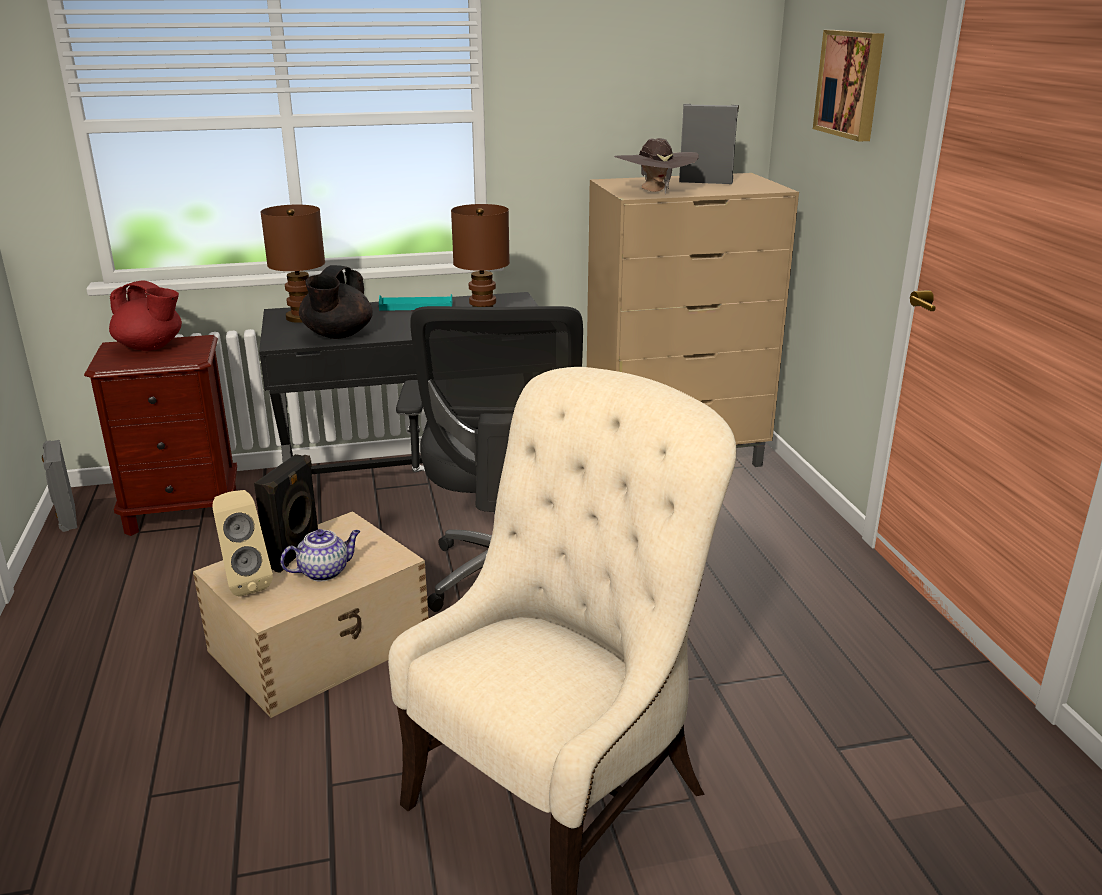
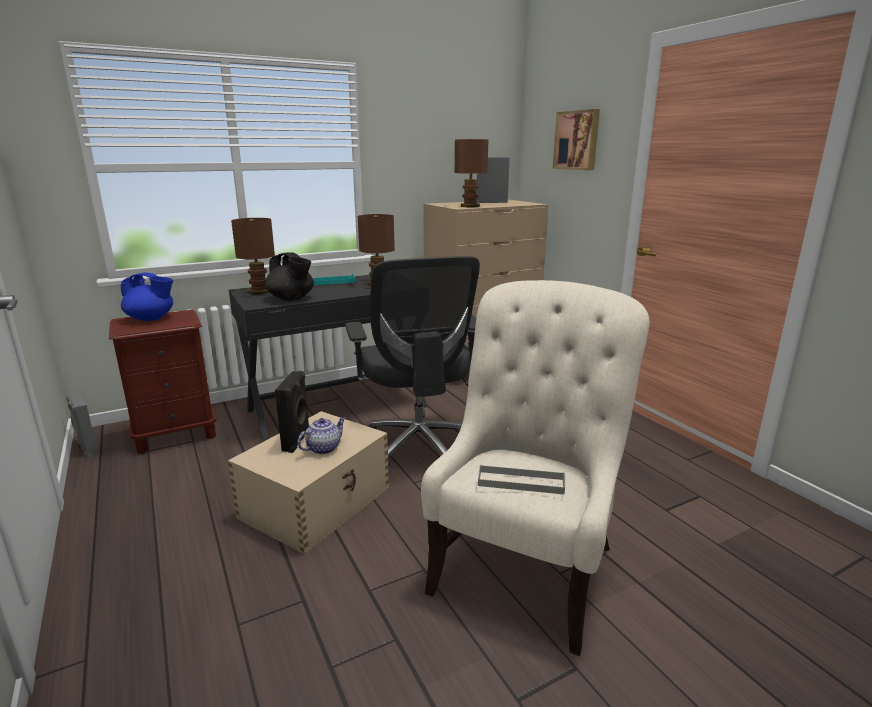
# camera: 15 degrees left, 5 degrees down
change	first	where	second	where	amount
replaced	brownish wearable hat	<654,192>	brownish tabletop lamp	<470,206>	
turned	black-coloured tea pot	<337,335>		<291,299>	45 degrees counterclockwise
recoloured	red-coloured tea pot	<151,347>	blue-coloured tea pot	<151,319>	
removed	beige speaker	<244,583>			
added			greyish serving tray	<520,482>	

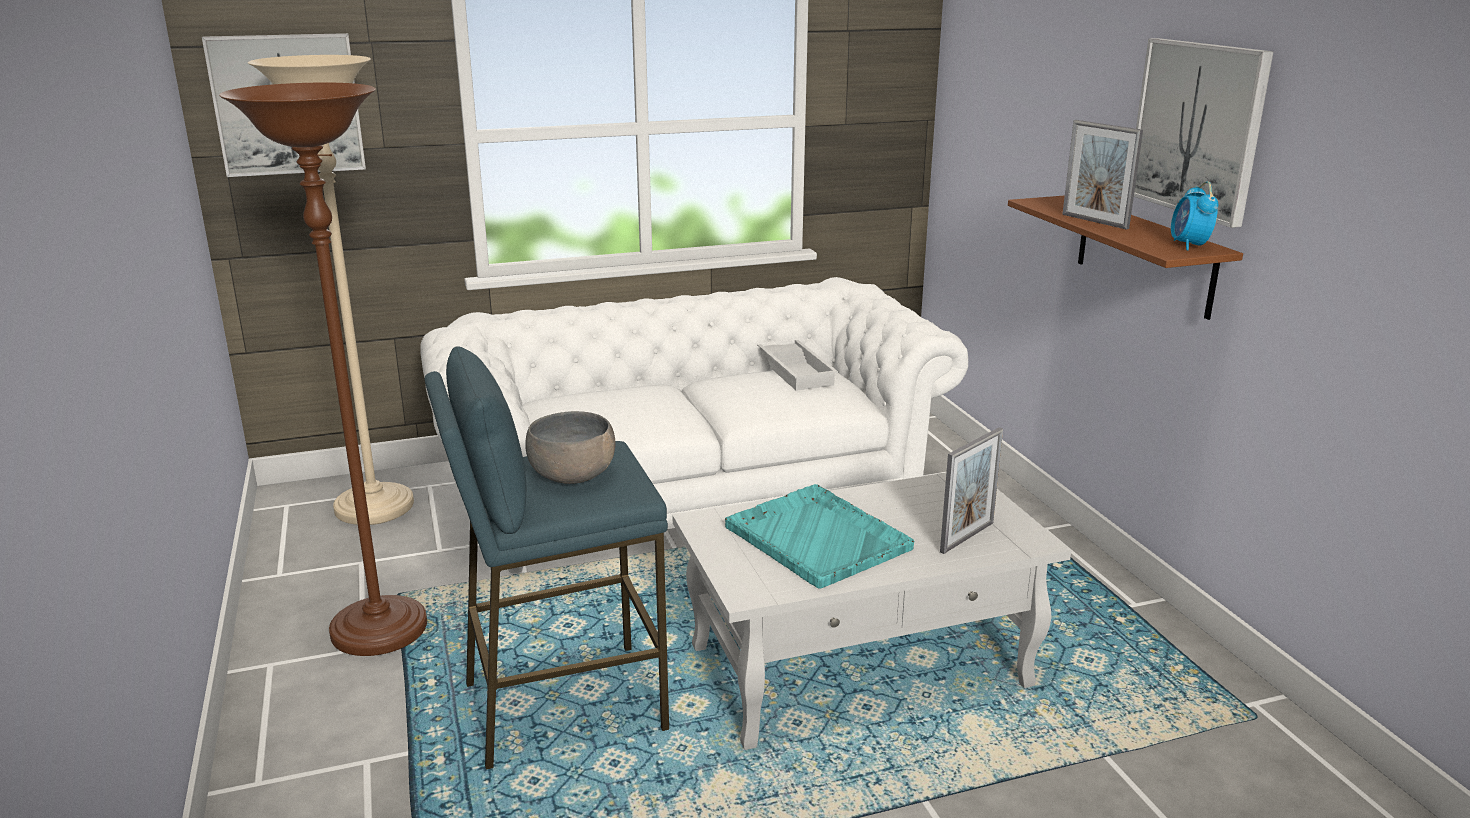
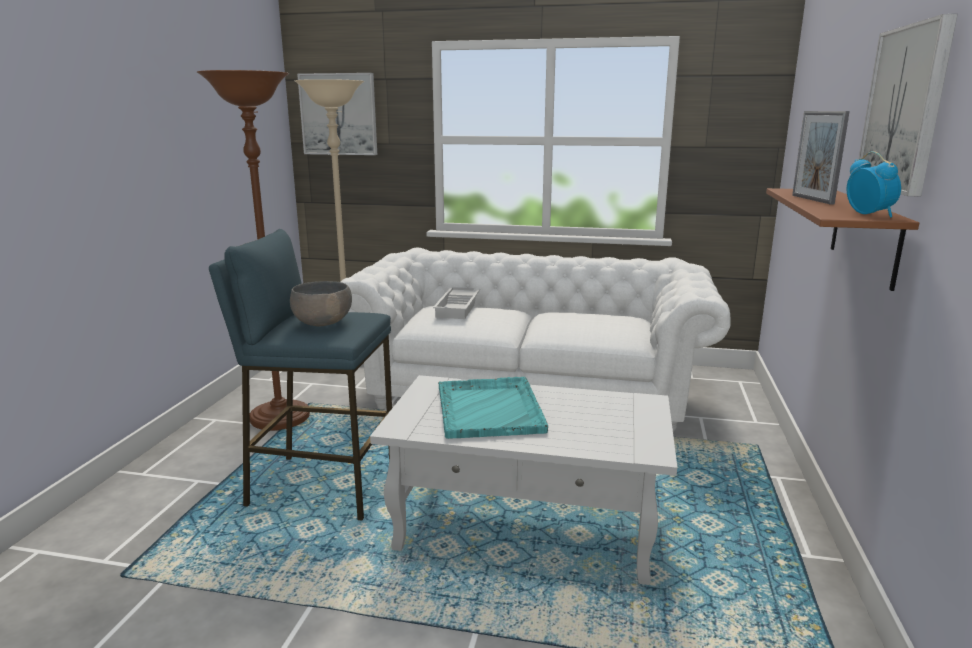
# camera: 30 degrees right, 5 degrees down
change	first	where	second	where	amount
turned	table clock	<1189,246>		<868,214>	135 degrees clockwise
moved	white-coloured serving tray	<796,370>		<459,307>	
removed	photo frame	<967,537>			

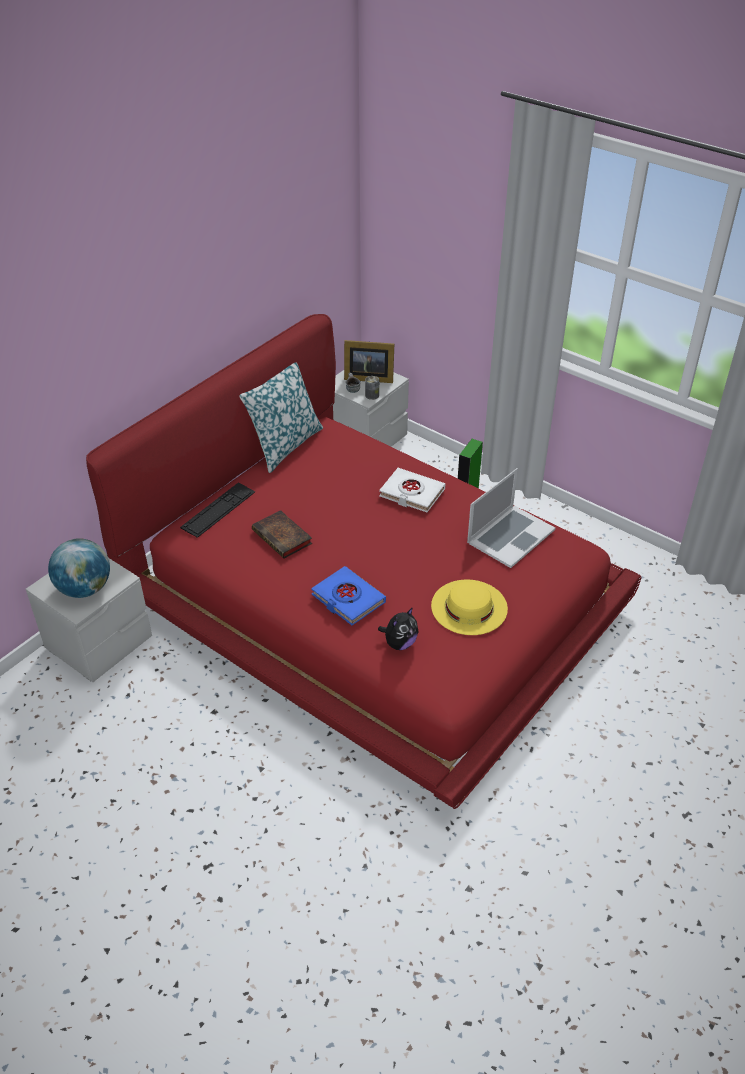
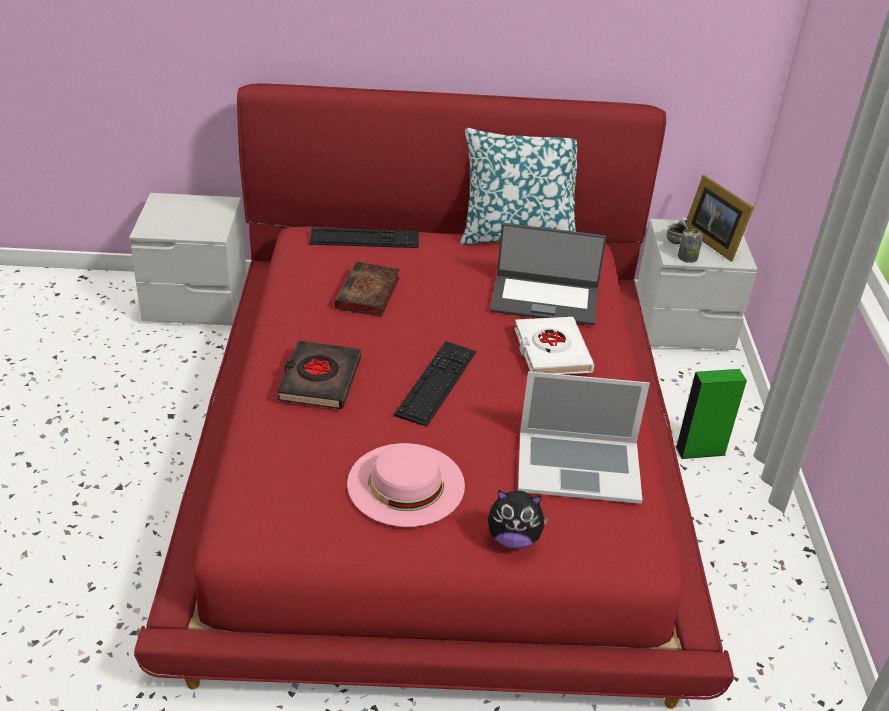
# camera: 50 degrees right, 5 degrees down
change	first	where	second	where	amount
removed	desk globe	<85,589>			
recoloured	blue-coloured book	<348,599>	black-coloured book	<319,380>	
recoloured	yellow-coloured wearable hat	<469,607>	pink-coloured wearable hat	<406,484>	
moved	cuddly toy	<399,643>		<513,539>	
added			laptop	<544,299>	
added			computer keyboard	<436,382>	

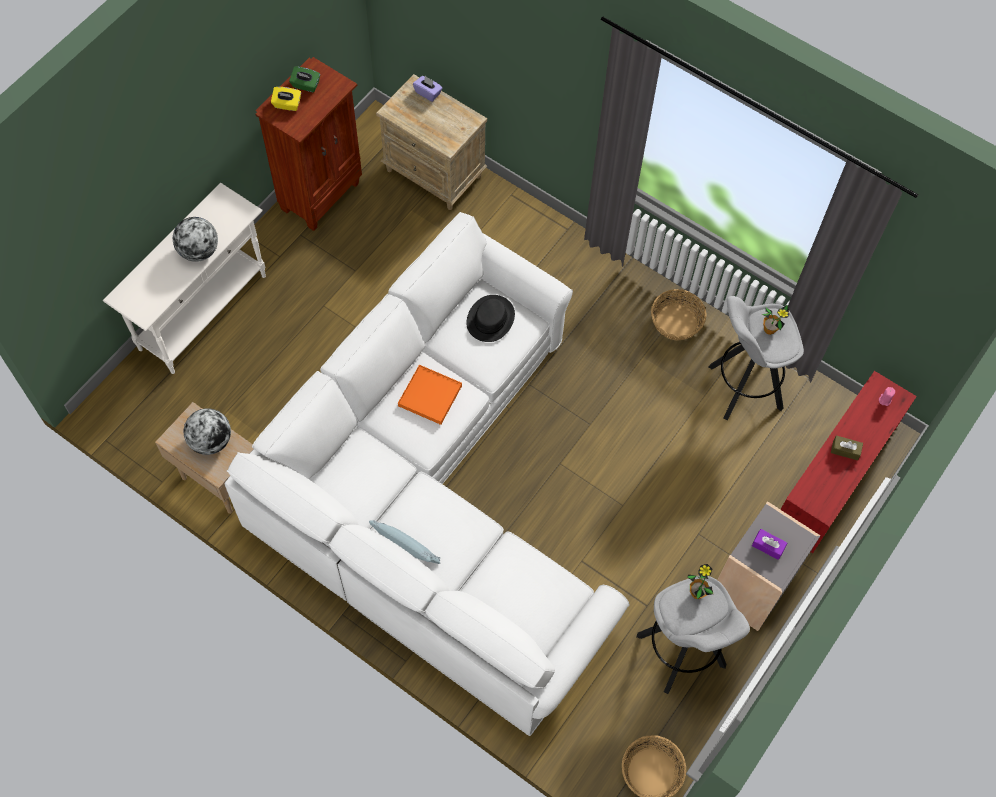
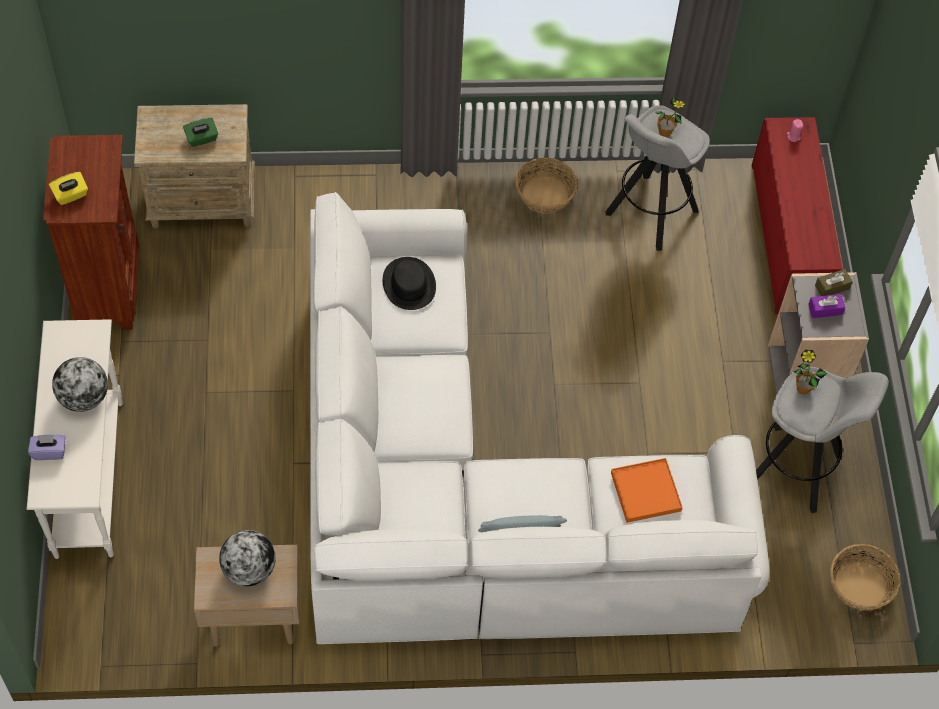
# camera: 40 degrees left, 5 degrees down
change	first	where	second	where	amount
moved	green-coloured box of tissues	<305,85>		<202,139>	
moved	purplish box of tissues	<428,93>		<49,452>	
moved	orangey serving tray	<430,396>		<645,492>	
moved	brownish box of tissues	<845,450>		<832,287>	

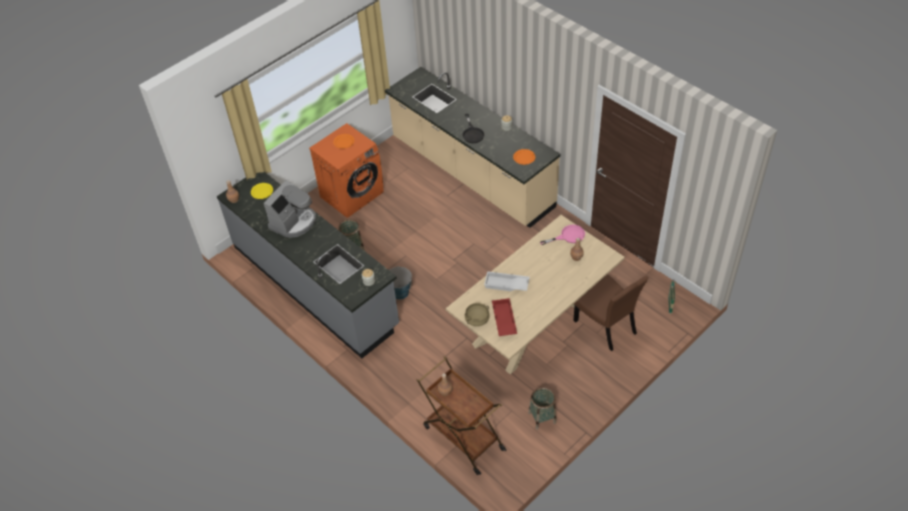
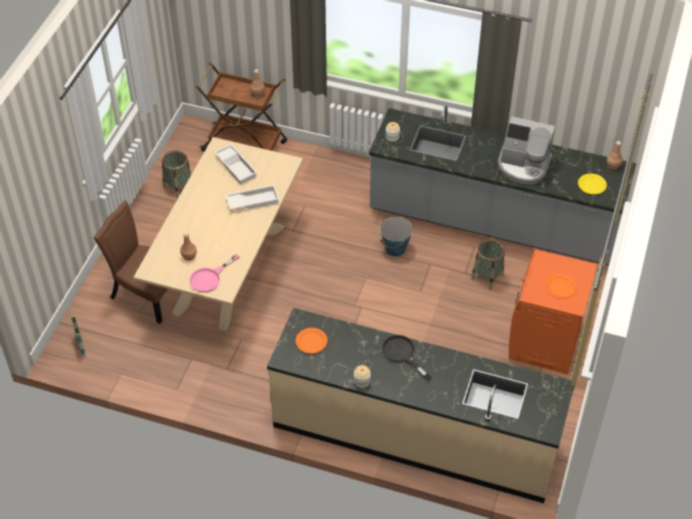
# camera: 150 degrees right, 0 degrees up
change	first	where	second	where	amount
turned	coffee brewer	<294,222>		<523,166>	75 degrees counterclockwise
recoloured	red-coloured serving tray	<503,320>	white-coloured serving tray	<237,166>	
removed	beige saucepot	<477,319>			

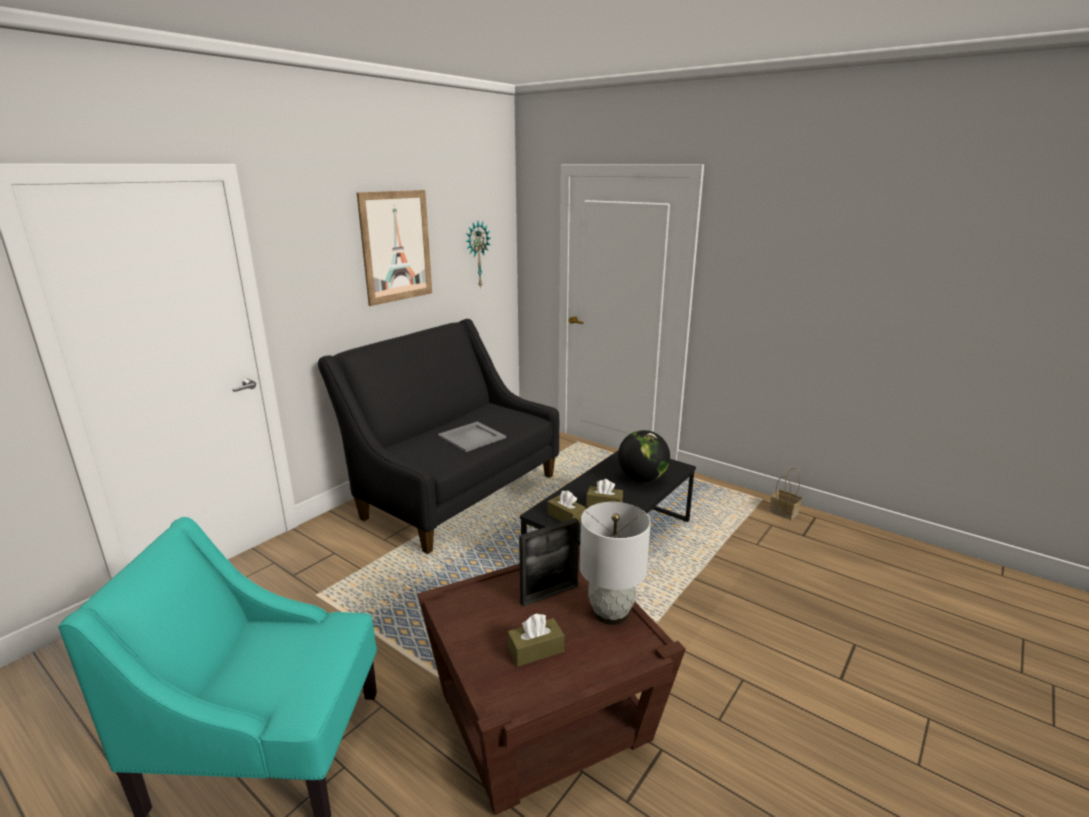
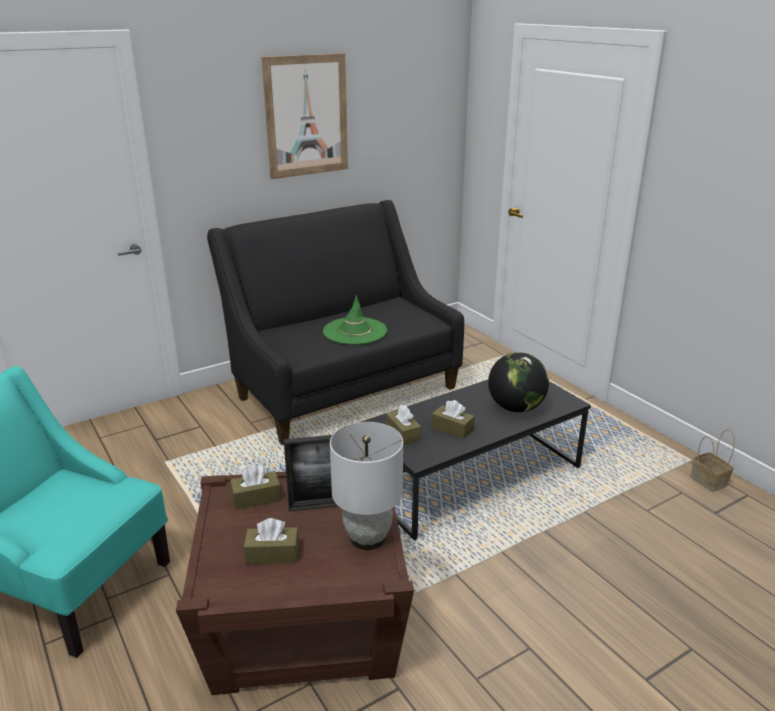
# camera: 20 degrees right, 5 degrees up
change	first	where	second	where	amount
removed	wall clock	<477,254>			
replaced	greyish serving tray	<472,436>	green-coloured wearable hat	<354,331>	
added			brownish box of tissues	<256,498>	

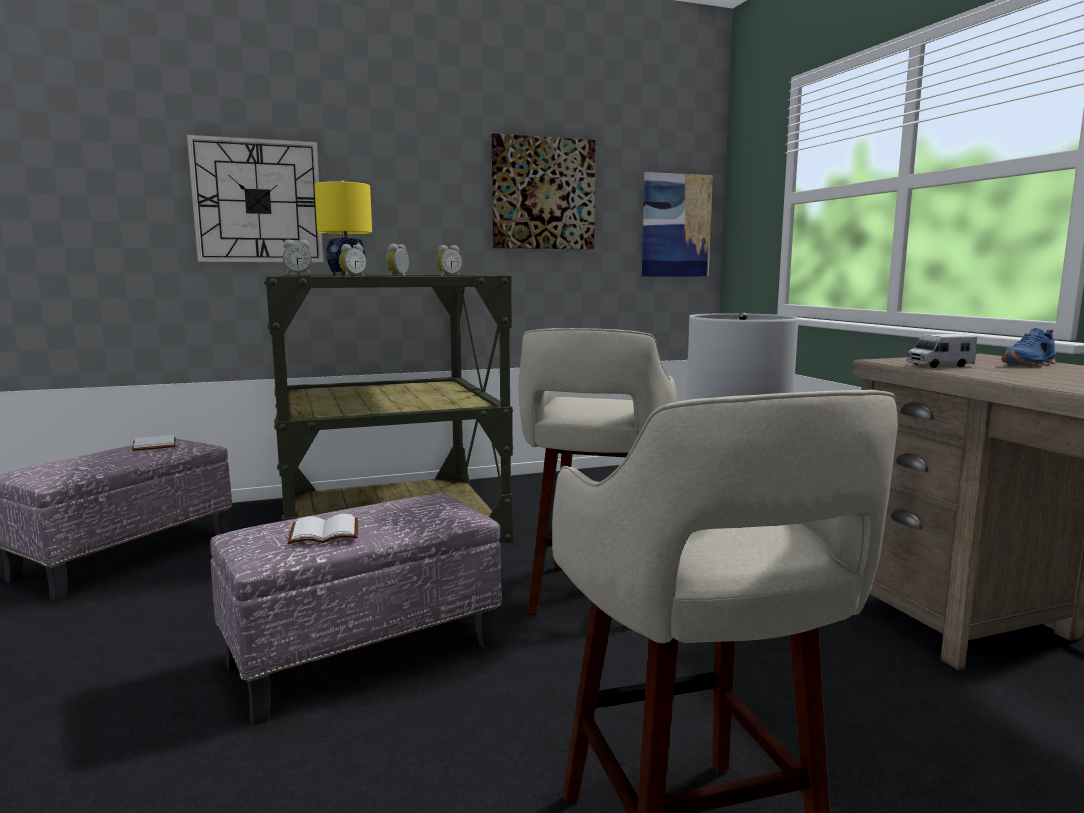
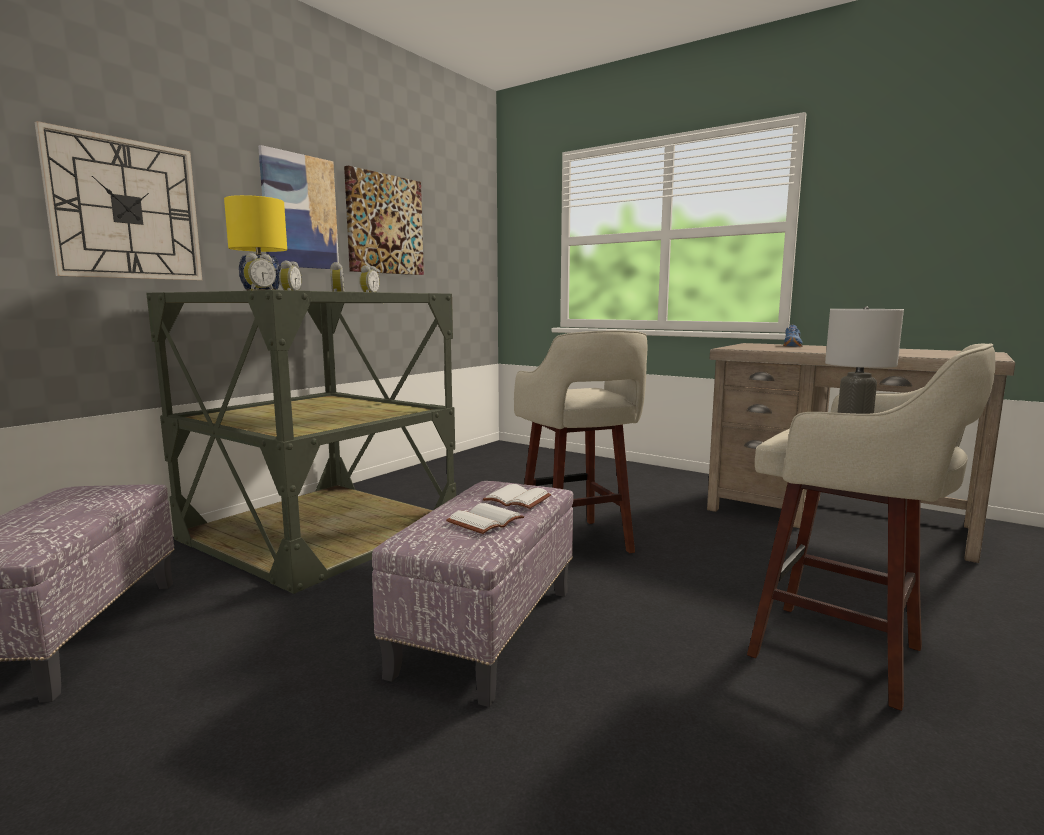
# camera: 35 degrees left, 0 degrees up
change	first	where	second	where	amount
moved	wall picture	<676,225>		<300,211>	
removed	model truck	<939,365>			
moved	white-coloured book	<153,445>		<515,499>	

